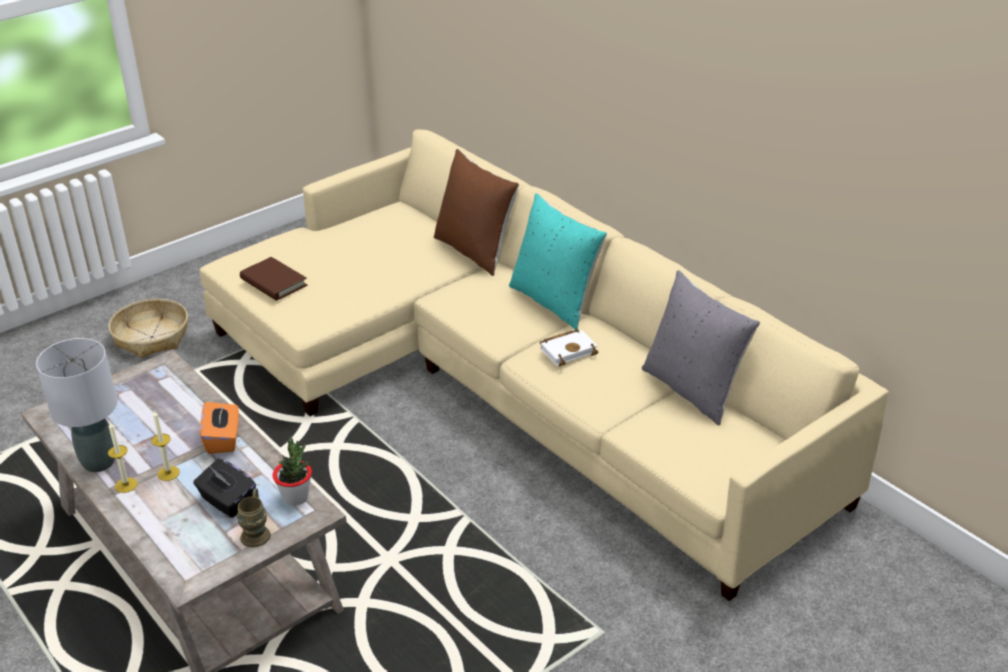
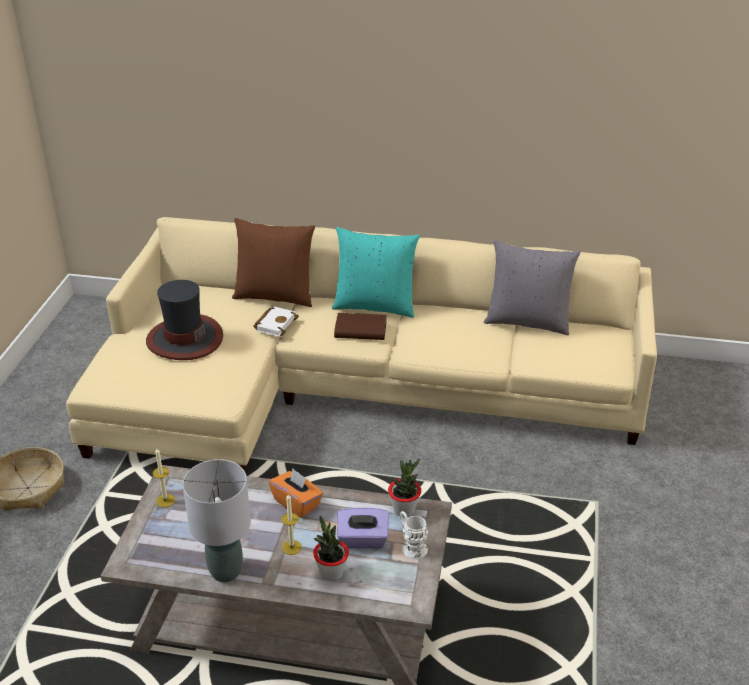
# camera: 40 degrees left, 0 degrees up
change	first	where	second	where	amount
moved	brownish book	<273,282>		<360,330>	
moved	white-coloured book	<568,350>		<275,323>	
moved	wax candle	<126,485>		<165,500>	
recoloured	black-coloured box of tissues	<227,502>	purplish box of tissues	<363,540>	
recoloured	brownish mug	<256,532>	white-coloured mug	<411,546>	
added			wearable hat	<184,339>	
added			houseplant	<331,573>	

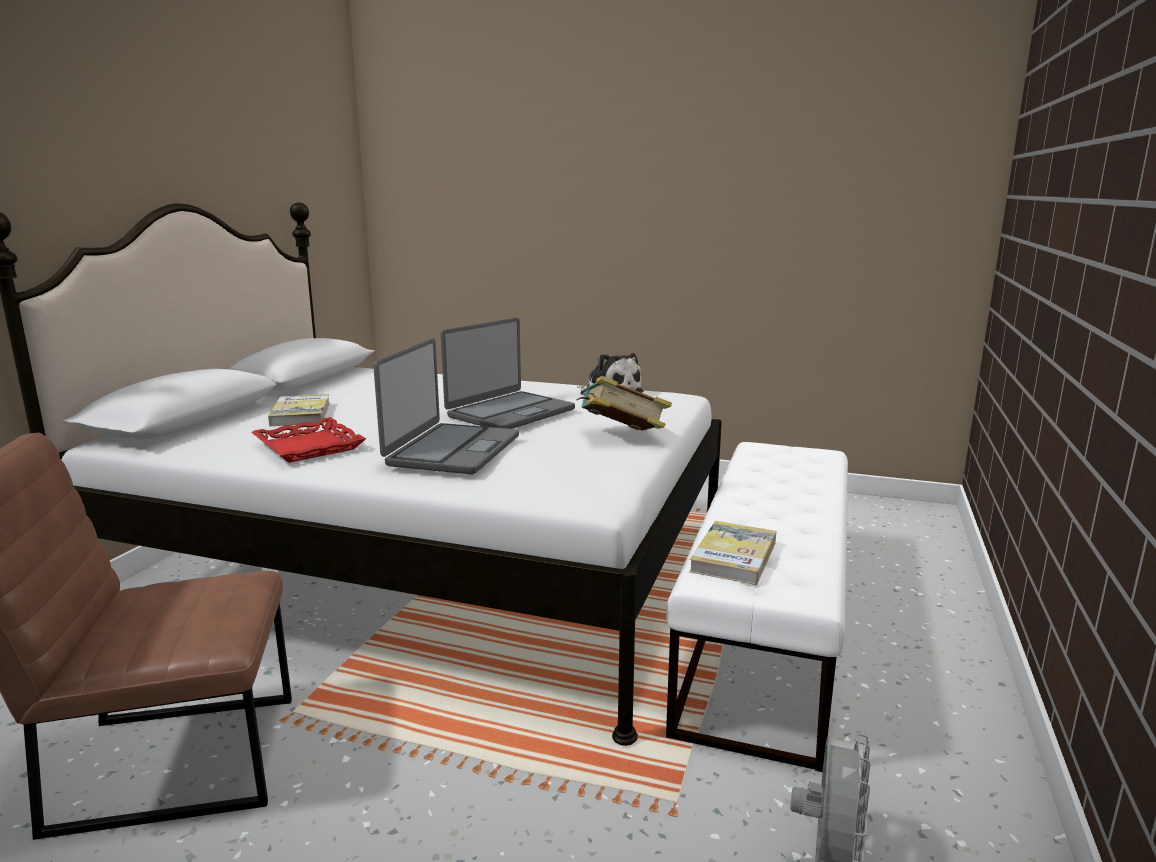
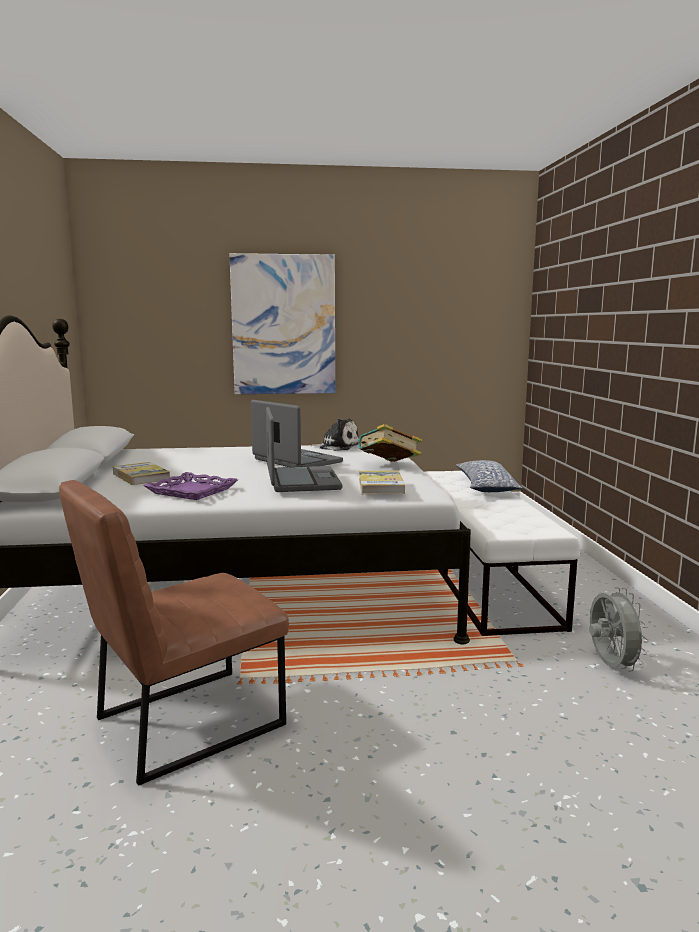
# camera: 25 degrees left, 5 degrees down
change	first	where	second	where	amount
turned	laptop	<510,413>		<296,461>	60 degrees counterclockwise
recoloured	red-coloured serving tray	<308,447>	purplish serving tray	<191,491>	
moved	book	<734,556>		<380,486>	
added			wall picture	<283,325>	
added			cushion	<486,487>	

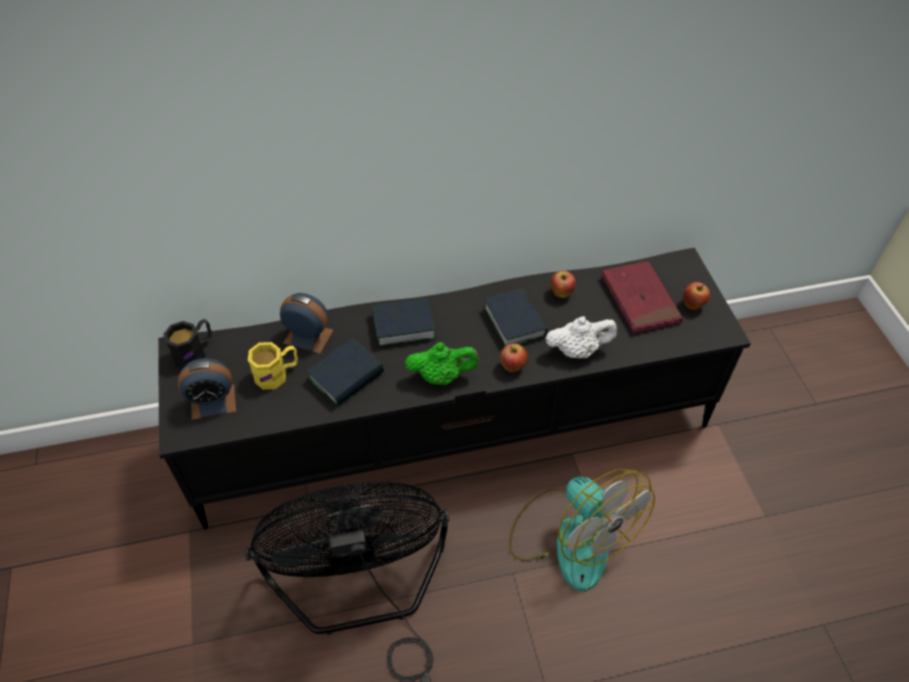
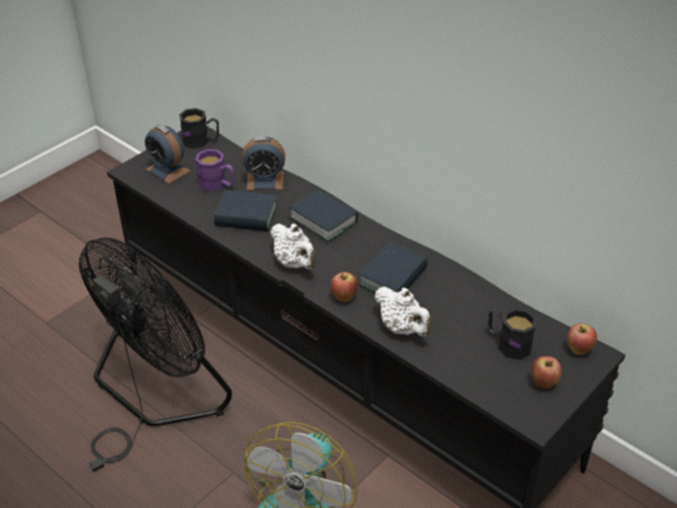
# camera: 55 degrees right, 10 degrees down
change	first	where	second	where	amount
replaced	red-coloured book	<640,300>	black-coloured mug	<508,343>	
moved	apple fruit	<561,294>		<578,350>	
turned	table clock	<308,336>		<265,181>	105 degrees clockwise
recoloured	yellow-coloured mug	<277,374>	purplish mug	<217,184>	
recoloured	green-coloured tea pot	<442,376>	white-coloured tea pot	<295,263>	

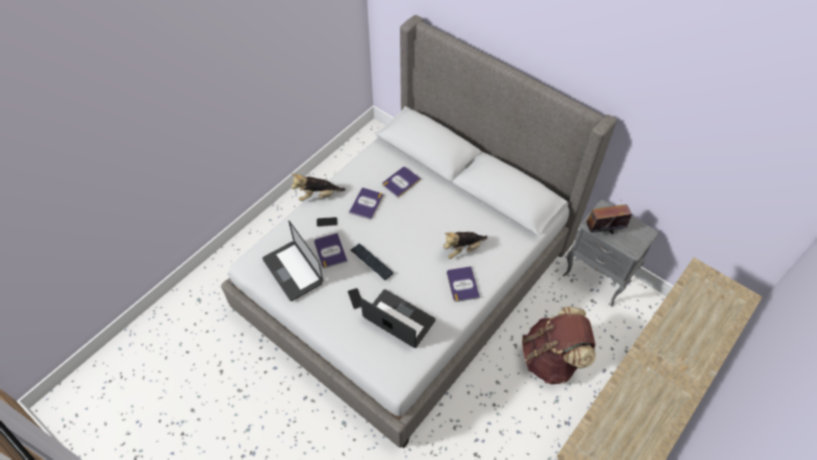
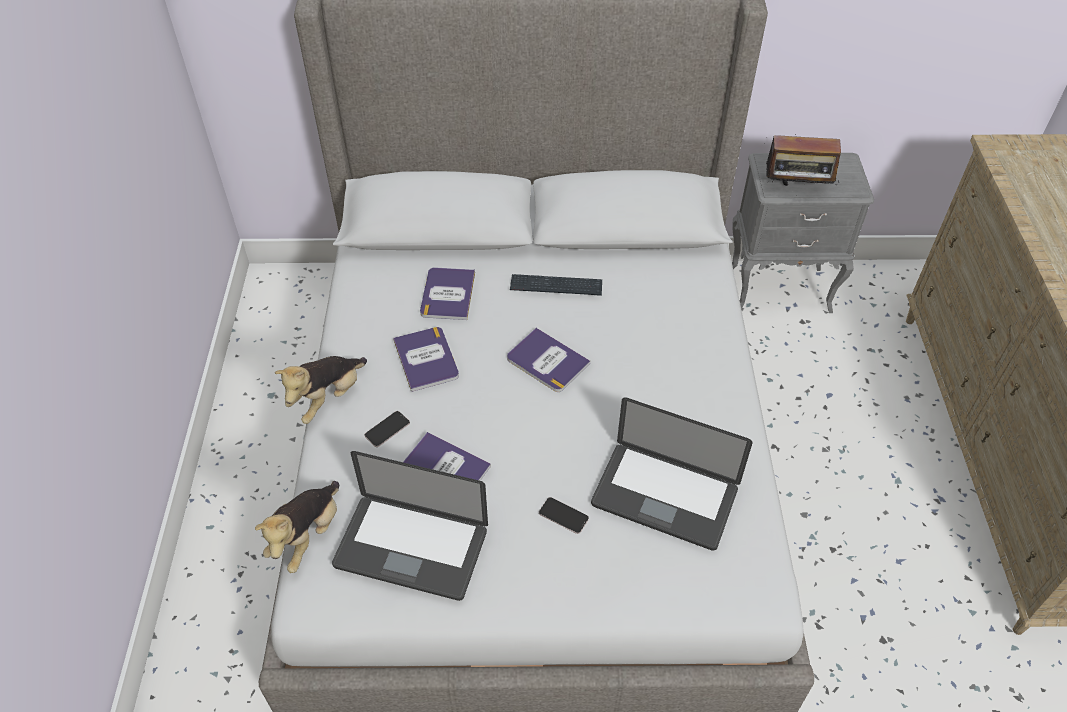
# camera: 40 degrees left, 5 degrees down
change	first	where	second	where	amount
turned	radio set	<603,230>		<796,189>	120 degrees counterclockwise
moved	cuddly toy	<463,249>		<307,536>	
moved	computer keyboard	<371,262>		<556,286>	
moved	book	<462,284>		<547,361>	
turned	laptop	<399,319>		<664,497>	150 degrees counterclockwise
removed	brownish rucksack	<551,359>			

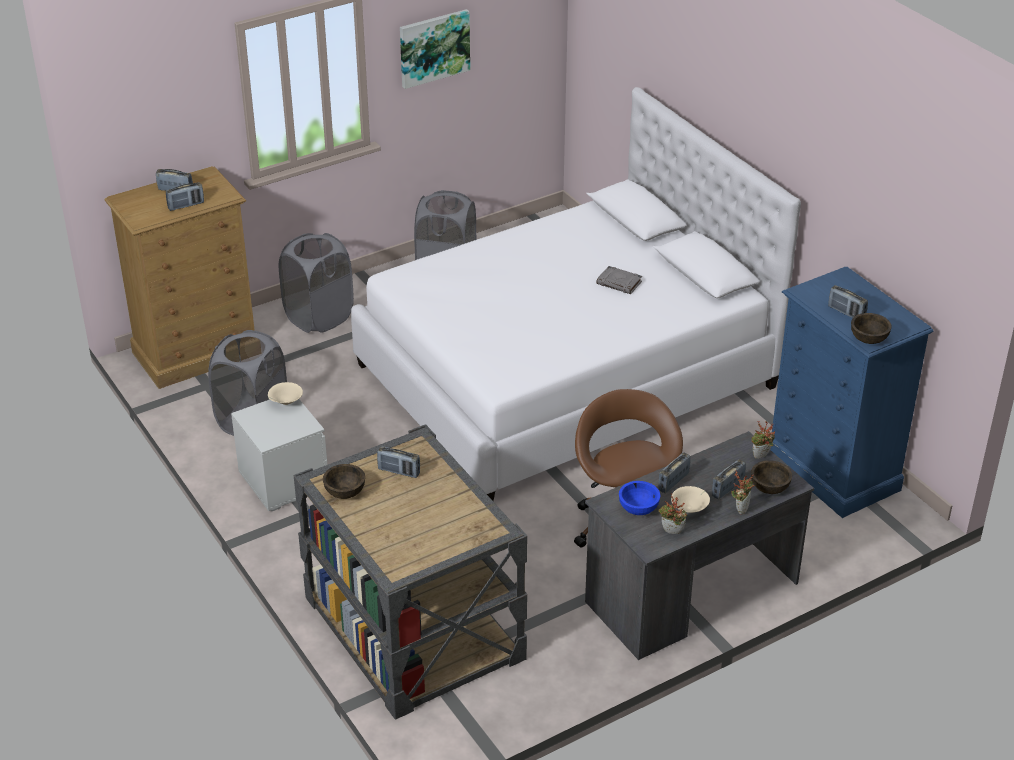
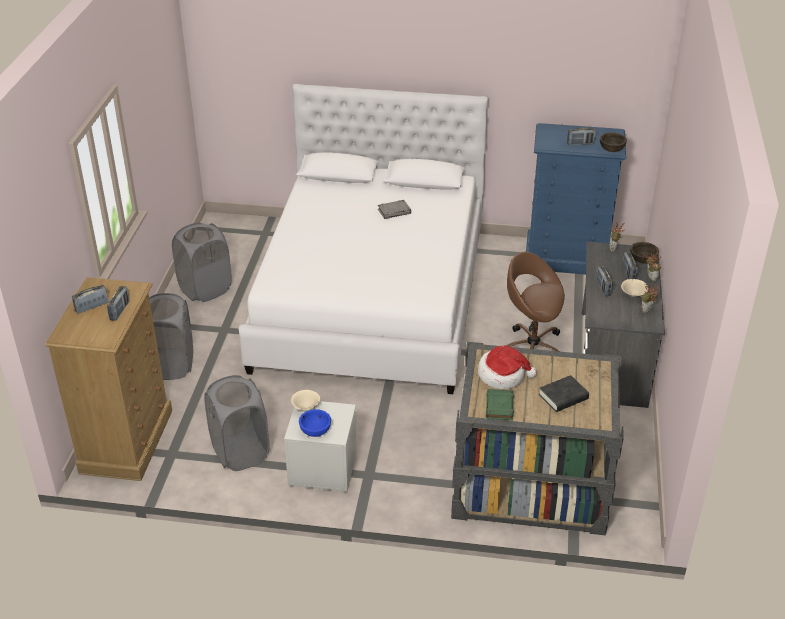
# camera: 50 degrees left, 0 degrees up
change	first	where	second	where	amount
removed	wall picture	<434,47>			
replaced	radio set	<399,471>	wearable hat	<503,375>	
replaced	brownish bowl	<345,492>	green-coloured book	<500,407>	
moved	blue-coloured bowl	<639,508>		<315,431>	
added			black-coloured book	<563,397>	

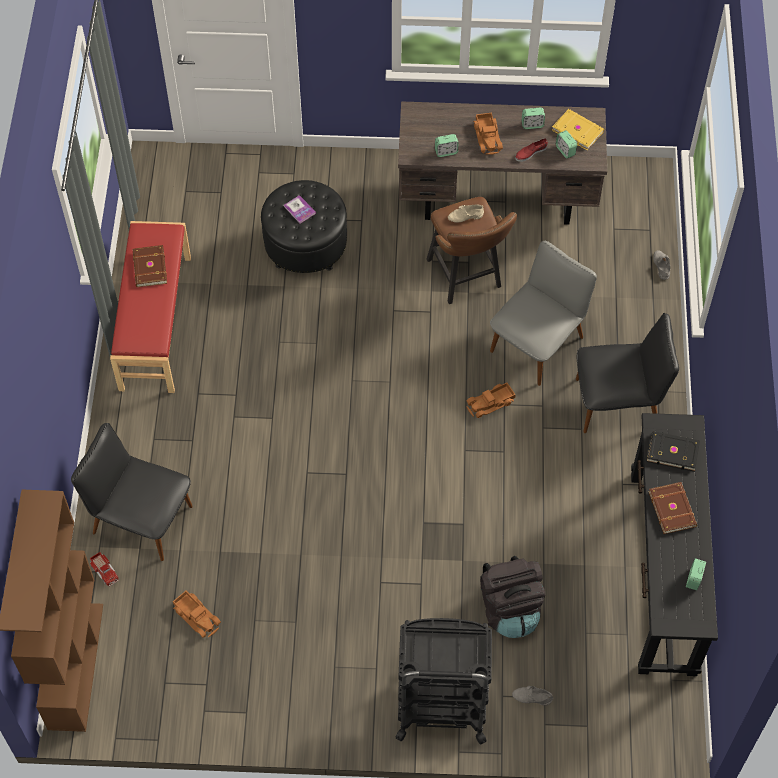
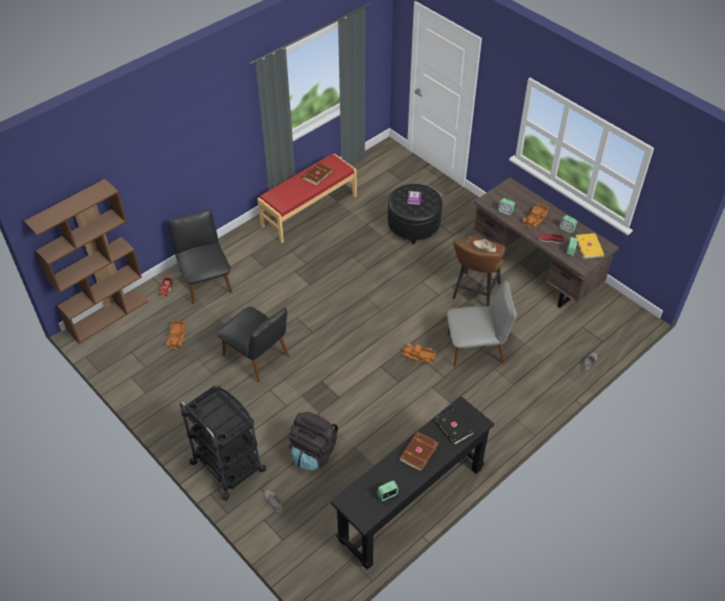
# camera: 45 degrees right, 10 degrees down
change	first	where	second	where	amount
moved	black-coloured chair	<617,403>		<256,356>	

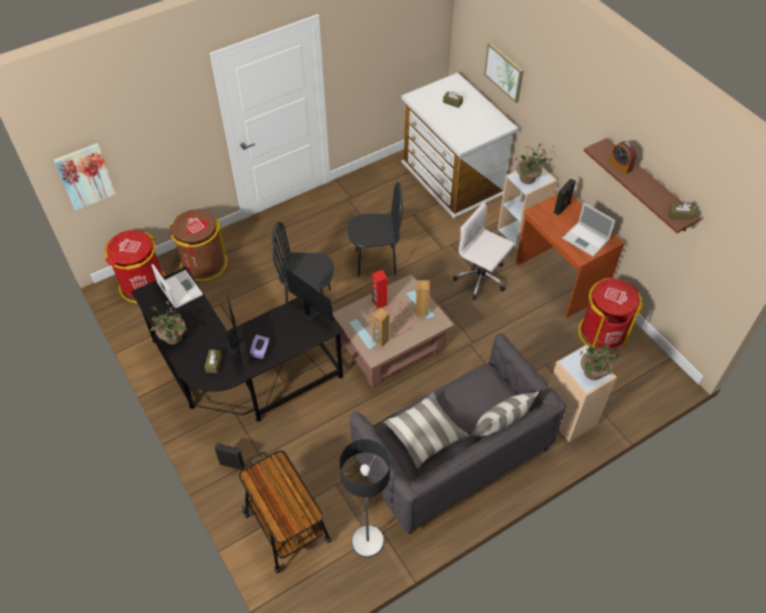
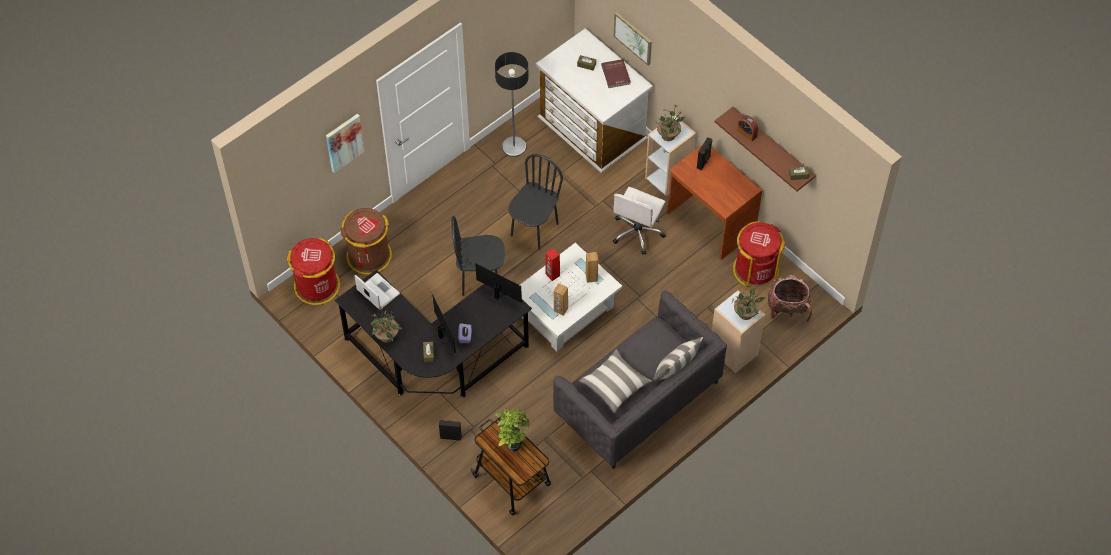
# camera: 10 degrees left, 5 degrees up
change	first	where	second	where	amount
moved	wall picture	<85,176>		<344,142>	
turned	black-coloured chair	<375,262>		<534,229>	45 degrees counterclockwise
turned	white-coloured computer chair	<481,279>		<637,232>	90 degrees counterclockwise
removed	laptop	<586,239>			
recoloured	brownish low table	<391,346>	white-coloured low table	<566,311>	
moved	standard lamp	<367,541>		<514,147>	
added			red-coloured book	<616,74>	
added			rucksack	<787,309>	
added			houseplant	<512,443>	

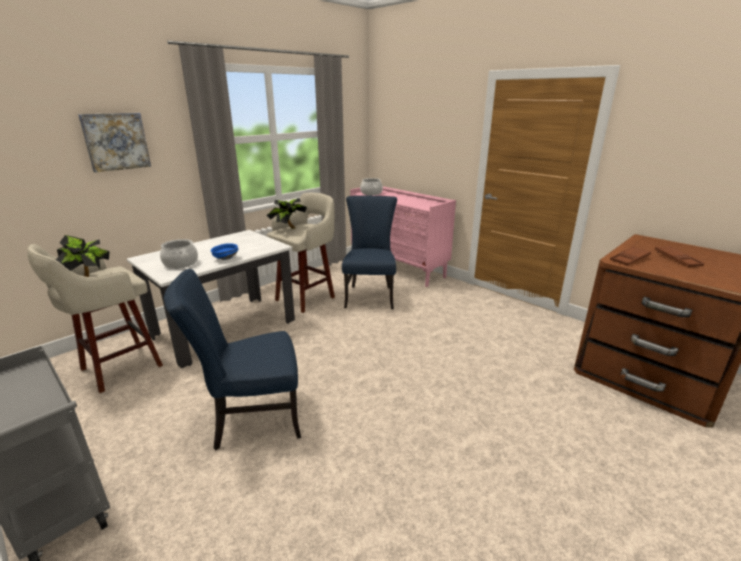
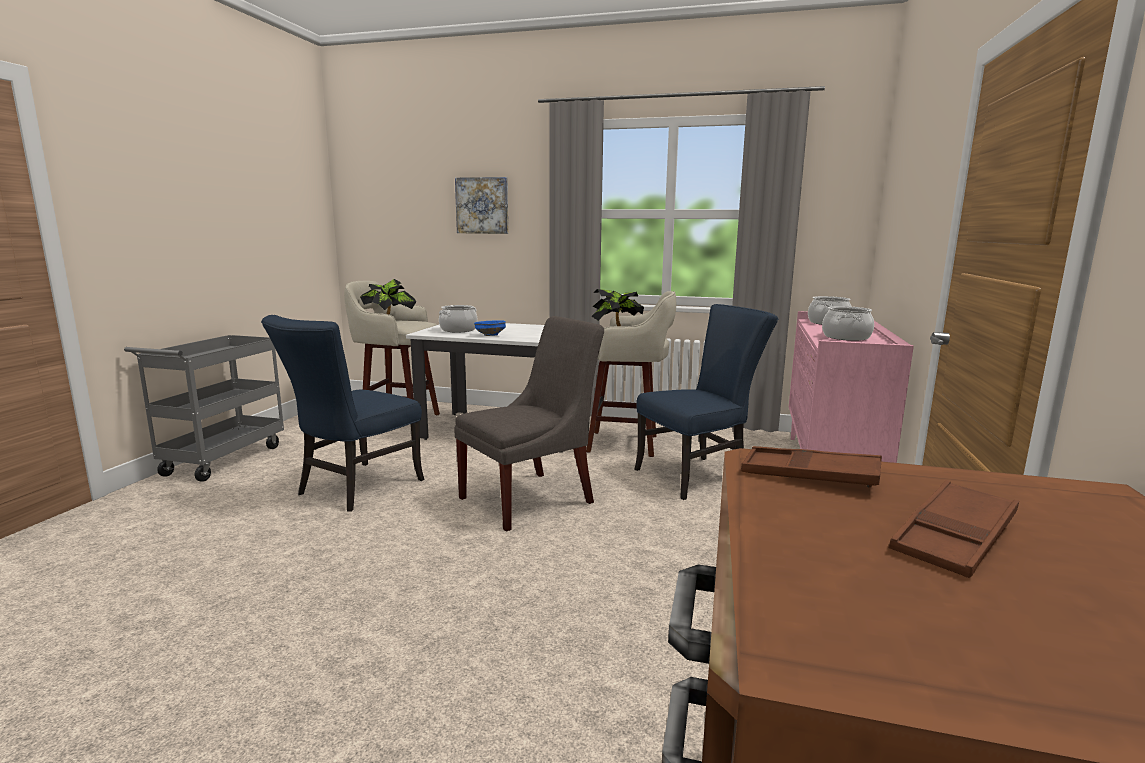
# camera: 60 degrees right, 10 degrees down
change	first	where	second	where	amount
turned	blue-coloured chair	<250,419>		<354,488>	105 degrees counterclockwise
added			saucepot	<846,337>	
added			greyish chair	<531,498>	

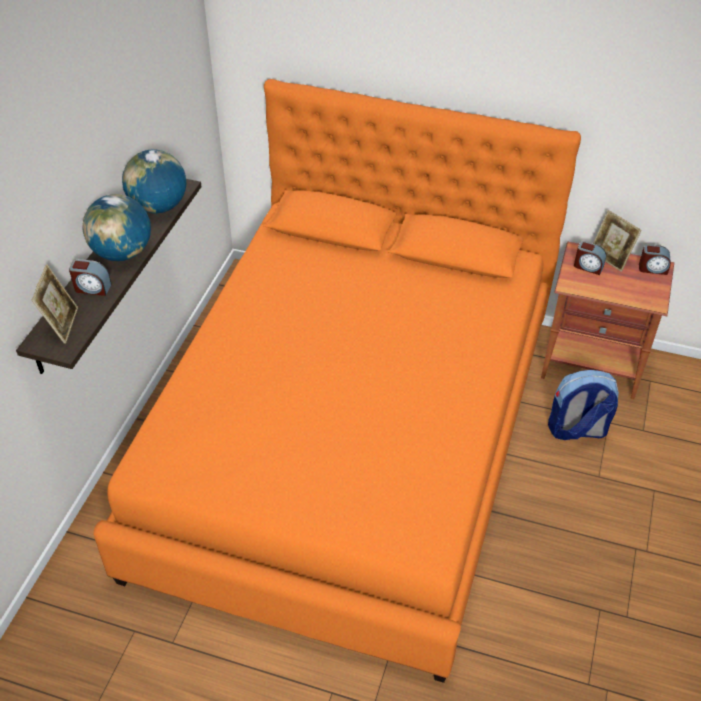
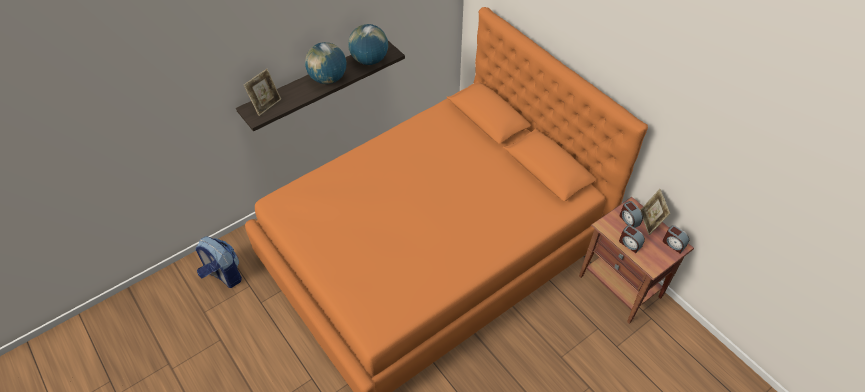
# camera: 35 degrees right, 5 degrees up
change	first	where	second	where	amount
moved	table clock	<92,288>		<629,244>	
moved	rucksack	<577,430>		<223,275>	

